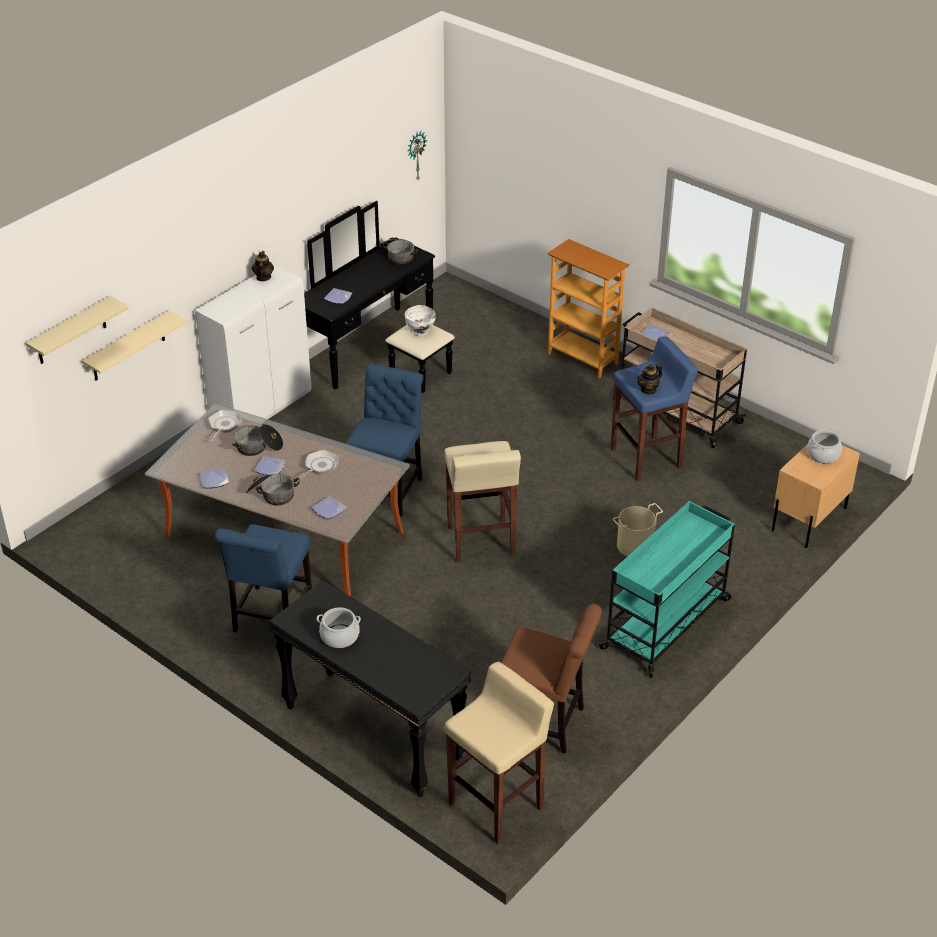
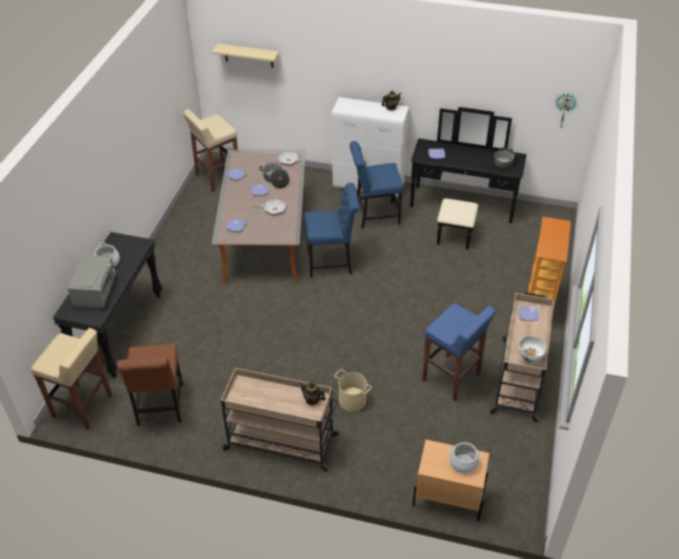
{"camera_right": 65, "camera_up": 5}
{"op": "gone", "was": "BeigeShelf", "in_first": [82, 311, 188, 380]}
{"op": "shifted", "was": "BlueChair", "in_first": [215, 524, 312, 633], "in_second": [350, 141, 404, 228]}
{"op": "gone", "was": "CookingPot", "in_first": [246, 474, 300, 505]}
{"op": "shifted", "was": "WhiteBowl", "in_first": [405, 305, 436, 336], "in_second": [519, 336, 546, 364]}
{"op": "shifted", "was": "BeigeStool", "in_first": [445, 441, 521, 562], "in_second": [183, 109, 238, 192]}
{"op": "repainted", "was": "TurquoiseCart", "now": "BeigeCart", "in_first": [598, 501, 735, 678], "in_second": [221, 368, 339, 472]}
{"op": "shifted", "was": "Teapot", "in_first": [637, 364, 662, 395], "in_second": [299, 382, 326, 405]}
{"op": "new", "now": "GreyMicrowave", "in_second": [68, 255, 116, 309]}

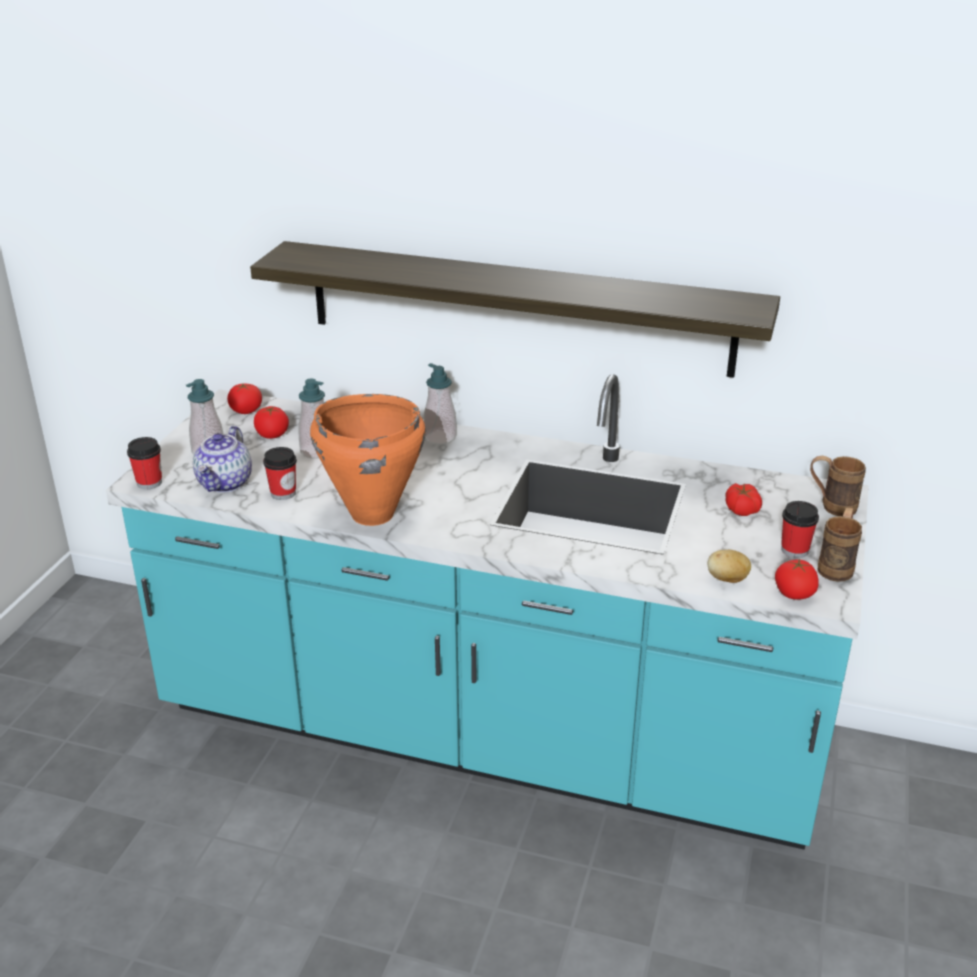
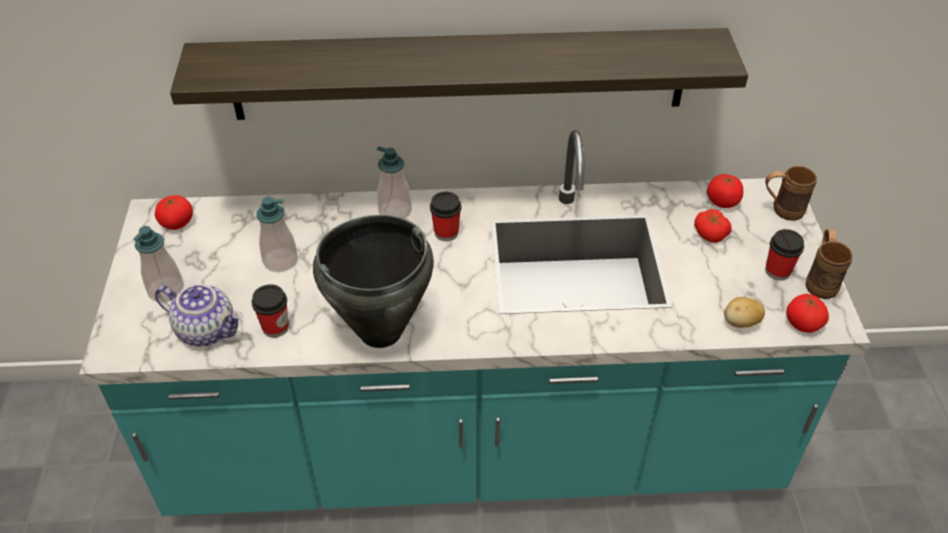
{"camera_right": -20, "camera_up": 15}
{"op": "shifted", "was": "Cup", "in_first": [127, 437, 162, 489], "in_second": [430, 191, 462, 241]}
{"op": "rotated", "was": "Teapot", "in_first": [193, 426, 252, 493], "in_second": [155, 284, 243, 347], "clockwise": -60}
{"op": "shifted", "was": "Tomato", "in_first": [254, 406, 289, 439], "in_second": [707, 174, 743, 208]}
{"op": "repainted", "was": "OrangeCookingPot", "now": "BlackCookingPot", "in_first": [310, 394, 426, 526], "in_second": [313, 215, 434, 348]}

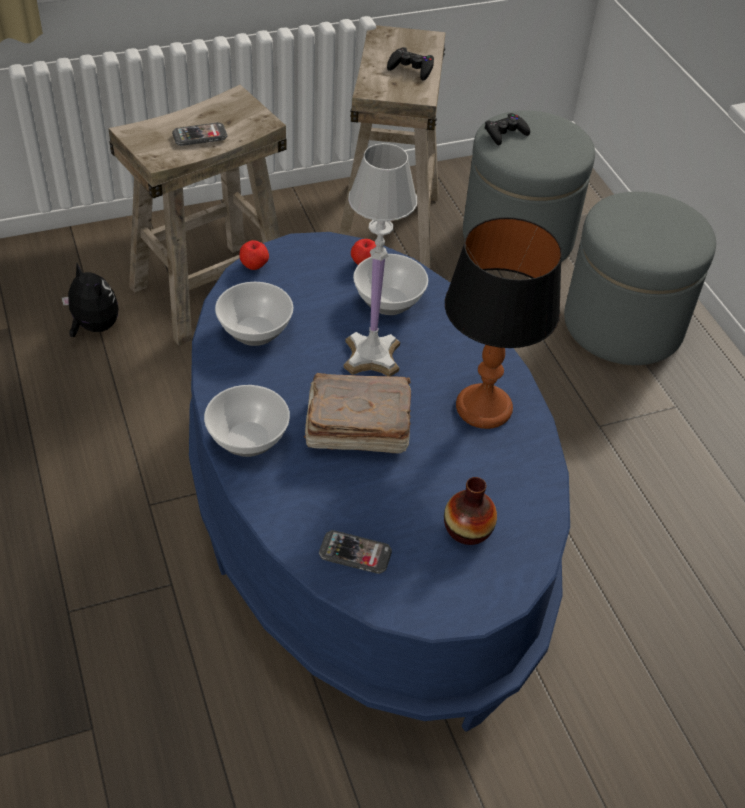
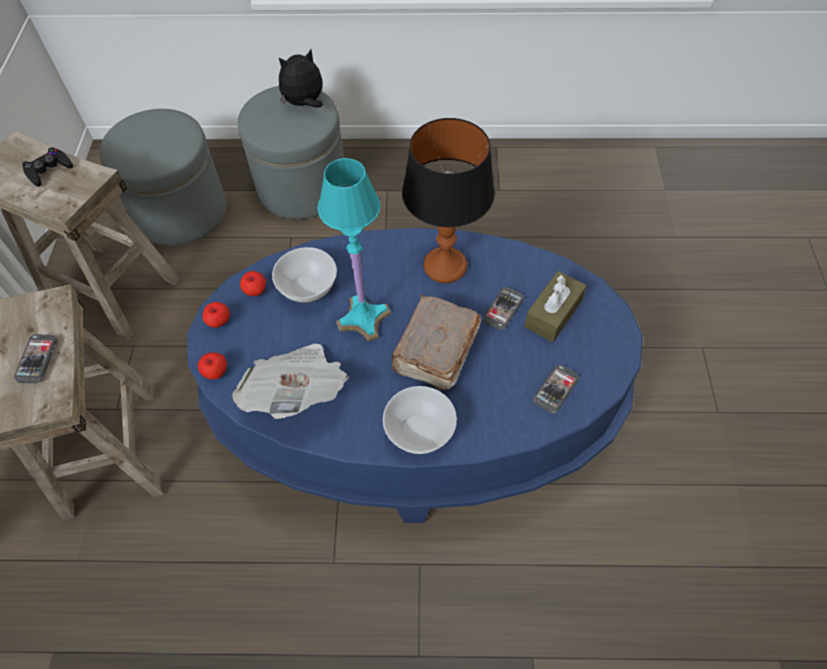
{"camera_right": -65, "camera_up": 10}
{"op": "shifted", "was": "PlushToy", "in_first": [61, 263, 118, 337], "in_second": [279, 49, 323, 108]}
{"op": "swapped", "was": "Bowl", "now": "Newspaper", "in_first": [215, 282, 294, 346], "in_second": [232, 344, 349, 419]}
{"op": "repainted", "was": "WhiteTableLamp", "now": "TurquoiseTableLamp", "in_first": [344, 143, 417, 376], "in_second": [318, 158, 391, 342]}
{"op": "swapped", "was": "Vase", "now": "BrownTissueBox", "in_first": [444, 477, 497, 545], "in_second": [524, 271, 587, 342]}
{"op": "gone", "was": "BlackGameController", "in_first": [485, 113, 530, 145]}
{"op": "new", "now": "Apple", "in_second": [203, 302, 230, 328]}
{"op": "new", "now": "Phone", "in_second": [482, 287, 524, 330]}

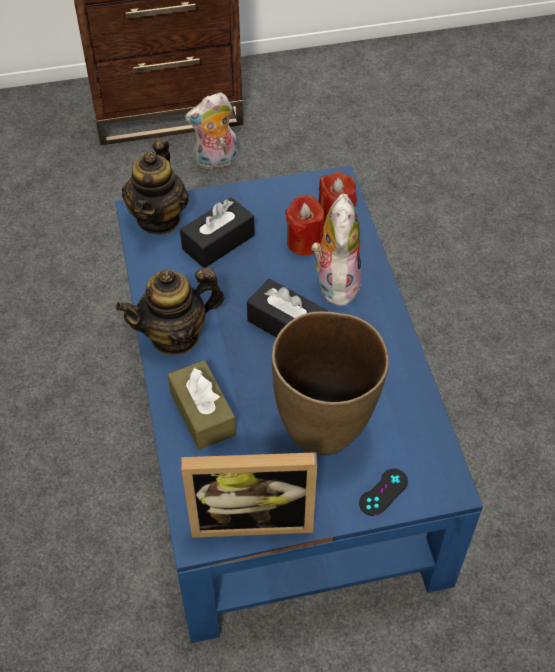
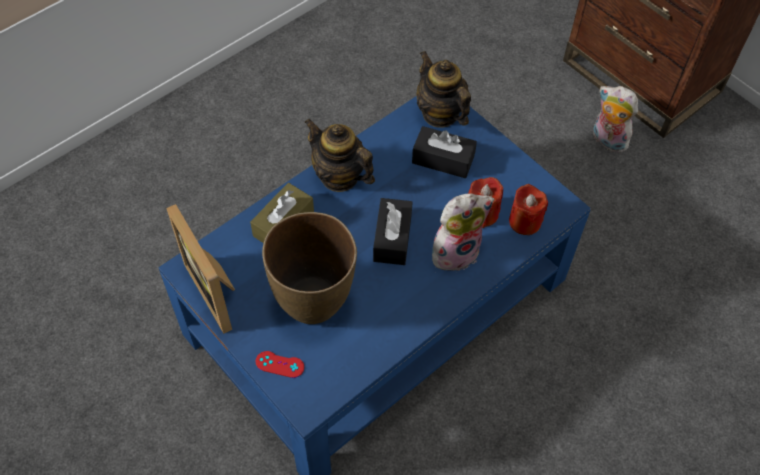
{"camera_right": 60, "camera_up": 5}
{"op": "rotated", "was": "Teapot", "in_first": [122, 138, 189, 235], "in_second": [416, 51, 471, 128], "clockwise": 75}
{"op": "repainted", "was": "BlackGameController", "now": "RedGameController", "in_first": [359, 469, 408, 516], "in_second": [256, 351, 304, 378]}

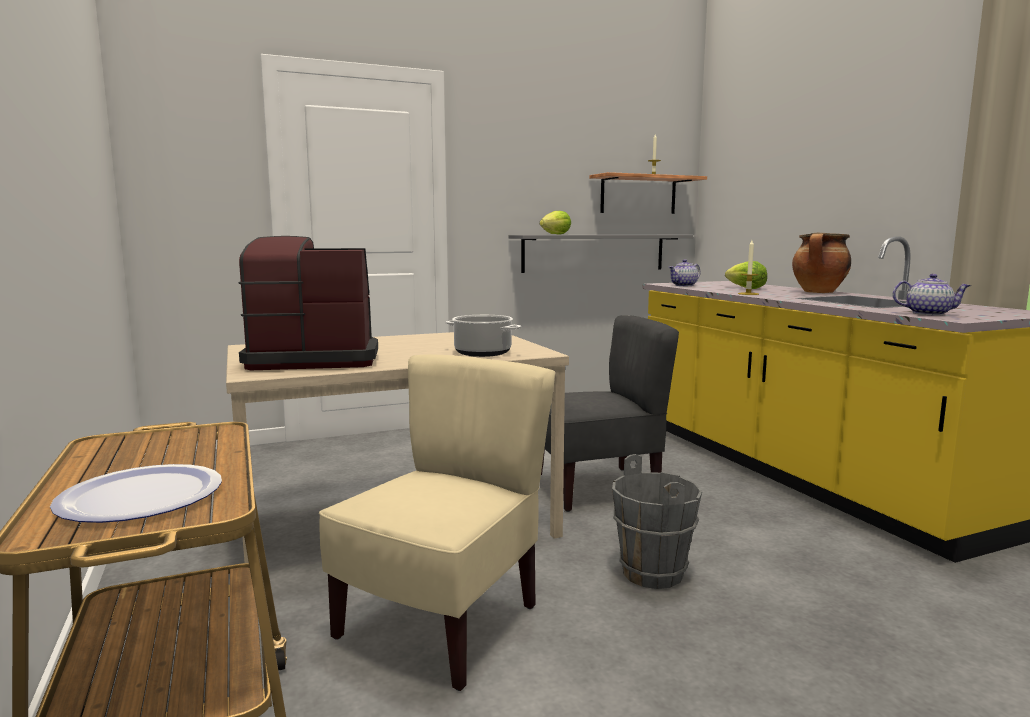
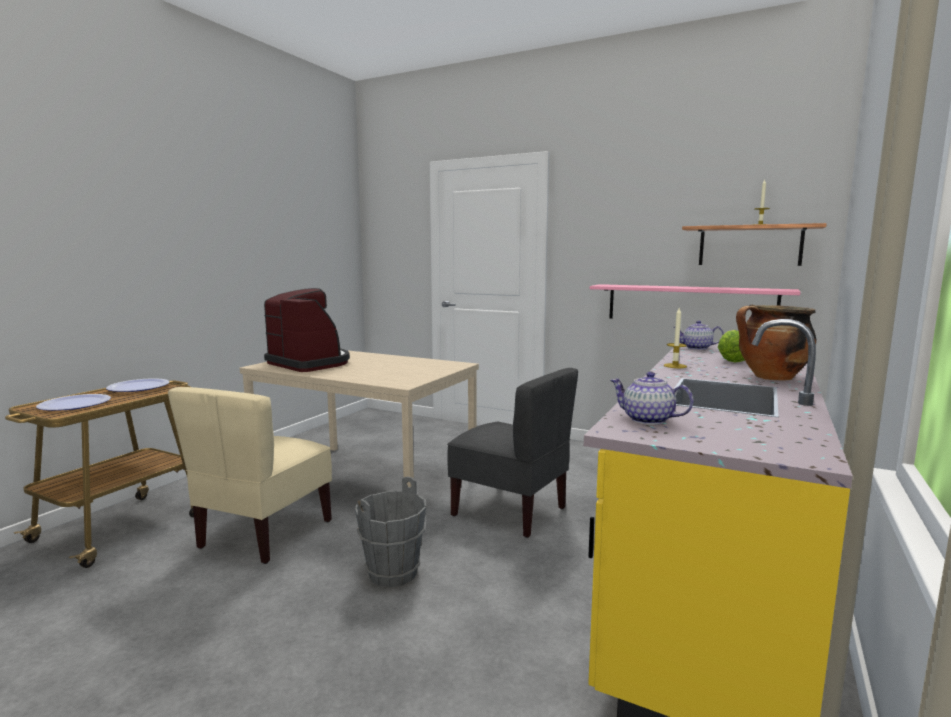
{"camera_right": 50, "camera_up": 0}
{"op": "rotated", "was": "BeigeChair", "in_first": [319, 355, 555, 691], "in_second": [168, 387, 332, 564], "clockwise": 120}
{"op": "gone", "was": "CookingPot", "in_first": [446, 315, 522, 357]}
{"op": "repainted", "was": "GreyShelf", "now": "PinkShelf", "in_first": [508, 235, 693, 273], "in_second": [590, 284, 801, 319]}
{"op": "gone", "was": "Lettuce", "in_first": [540, 211, 571, 235]}
{"op": "rotated", "was": "Teapot", "in_first": [893, 274, 971, 316], "in_second": [610, 372, 694, 425], "clockwise": 150}
{"op": "new", "now": "Plate", "in_second": [106, 378, 169, 392]}

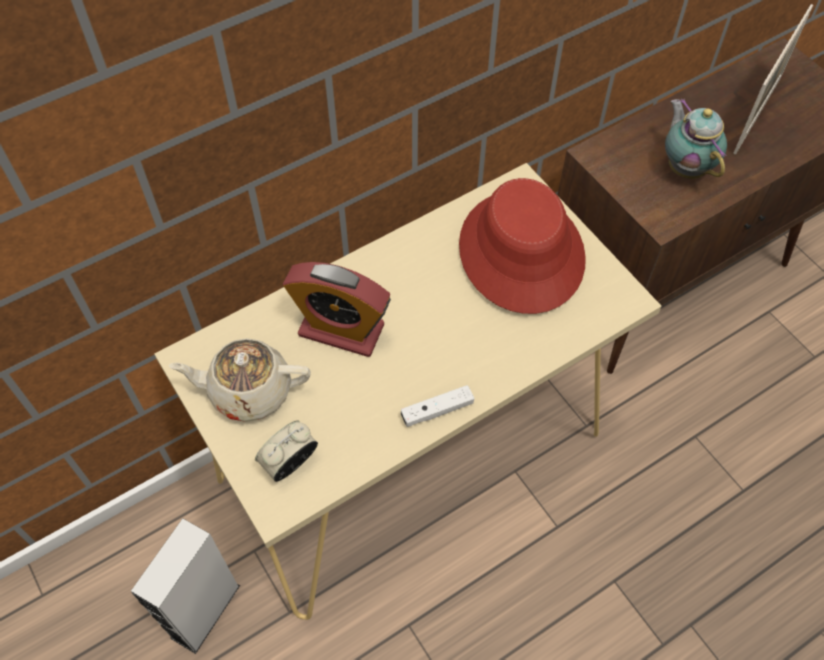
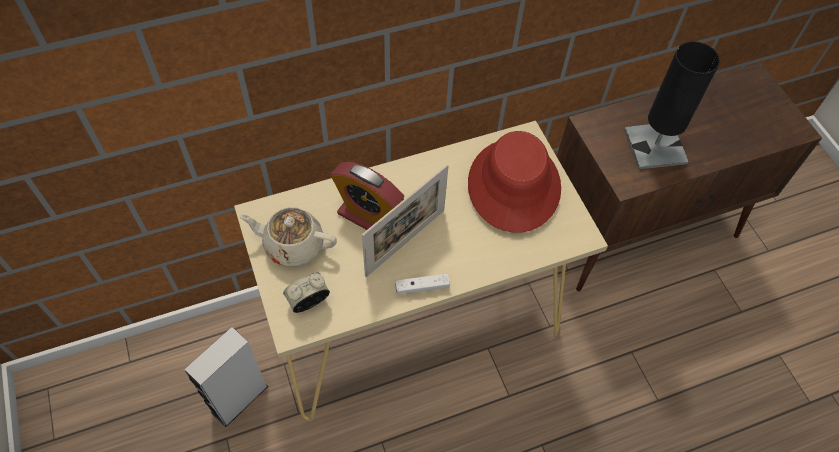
{"camera_right": 10, "camera_up": 0}
{"op": "swapped", "was": "Teapot", "now": "BlackTableLamp", "in_first": [665, 99, 727, 179], "in_second": [624, 41, 720, 169]}
{"op": "shifted", "was": "PictureFrame", "in_first": [734, 4, 813, 154], "in_second": [362, 164, 449, 277]}

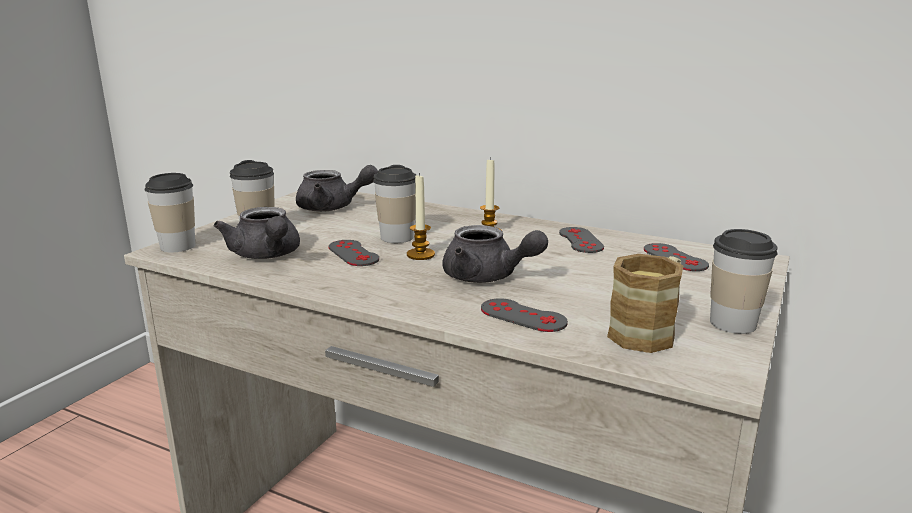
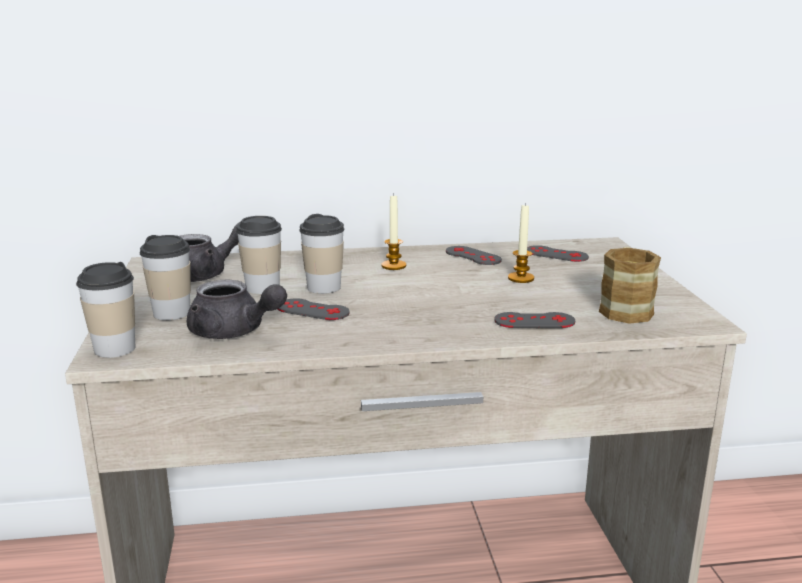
{"camera_right": -35, "camera_up": 0}
{"op": "shifted", "was": "Candle", "in_first": [407, 173, 435, 260], "in_second": [508, 203, 534, 283]}
{"op": "gone", "was": "GreyTeapot", "in_first": [442, 225, 548, 283]}
{"op": "shifted", "was": "Cup", "in_first": [710, 229, 778, 334], "in_second": [236, 216, 282, 294]}

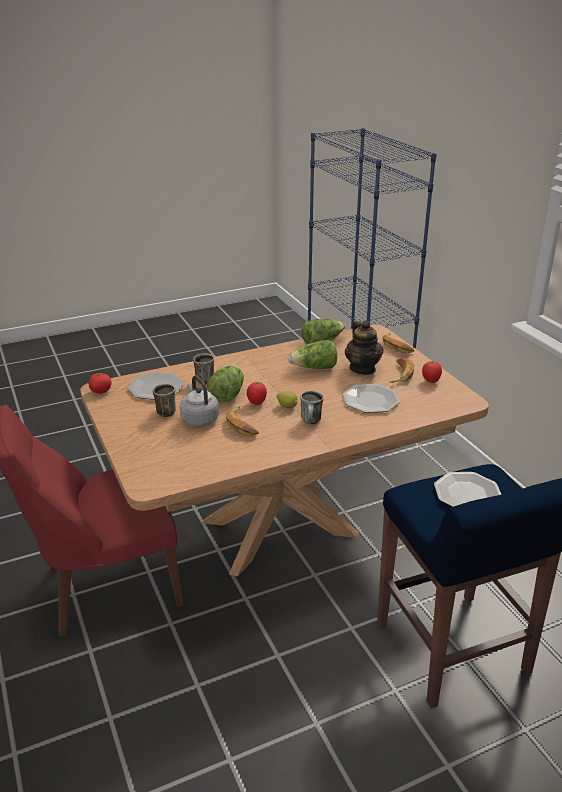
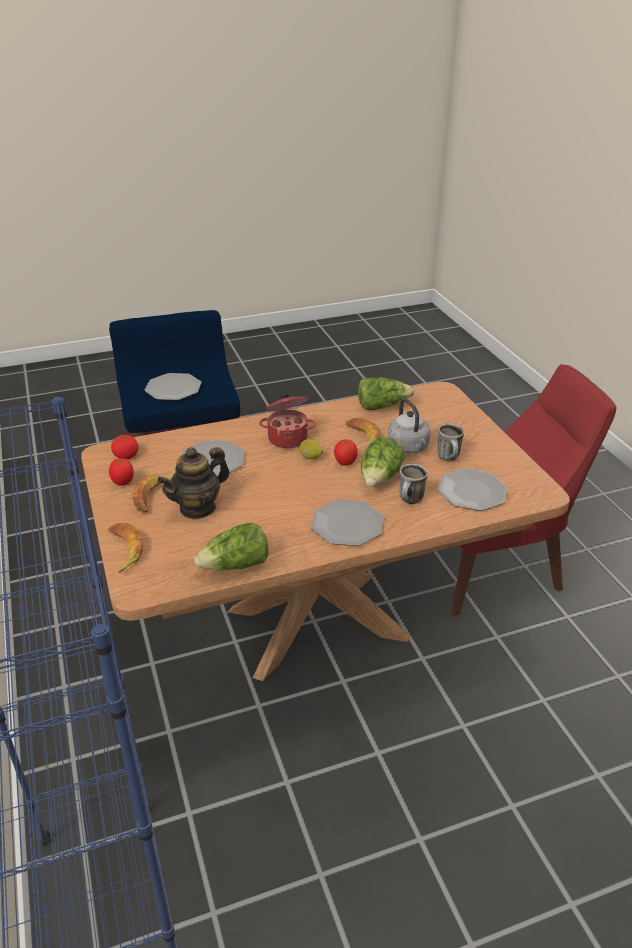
{"camera_right": -175, "camera_up": 5}
{"op": "shifted", "was": "Tomato", "in_first": [89, 373, 112, 394], "in_second": [111, 435, 139, 459]}
{"op": "shifted", "was": "Lettuce", "in_first": [288, 340, 337, 369], "in_second": [358, 377, 414, 410]}
{"op": "swapped", "was": "Mug", "now": "CookingPot", "in_first": [300, 391, 324, 424], "in_second": [259, 392, 316, 448]}
{"op": "rotated", "was": "Teapot", "in_first": [345, 321, 383, 375], "in_second": [157, 447, 230, 520], "clockwise": -120}
{"op": "new", "now": "Plate", "in_second": [311, 499, 383, 546]}

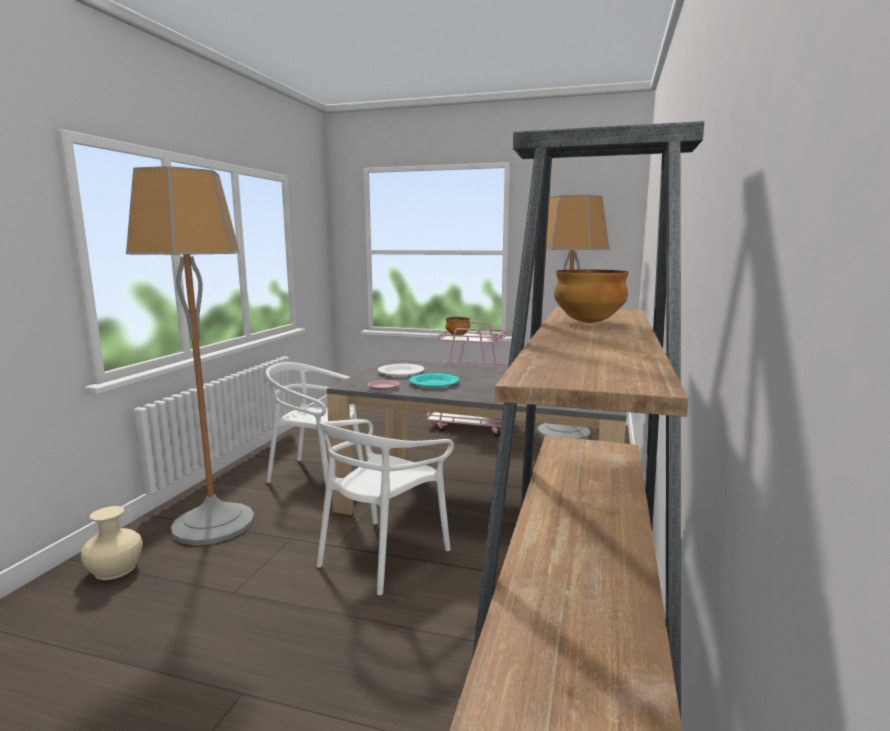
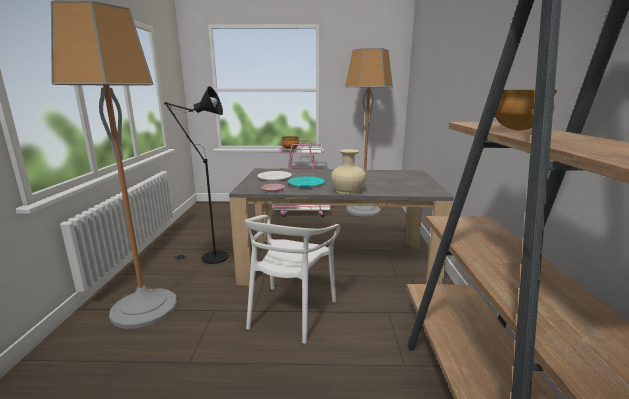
{"camera_right": -15, "camera_up": 5}
{"op": "shifted", "was": "BeigeVase", "in_first": [81, 506, 143, 580], "in_second": [331, 149, 366, 195]}
{"op": "swapped", "was": "WhiteChair", "now": "BlackFloorLamp", "in_first": [266, 362, 364, 487], "in_second": [164, 86, 228, 264]}

